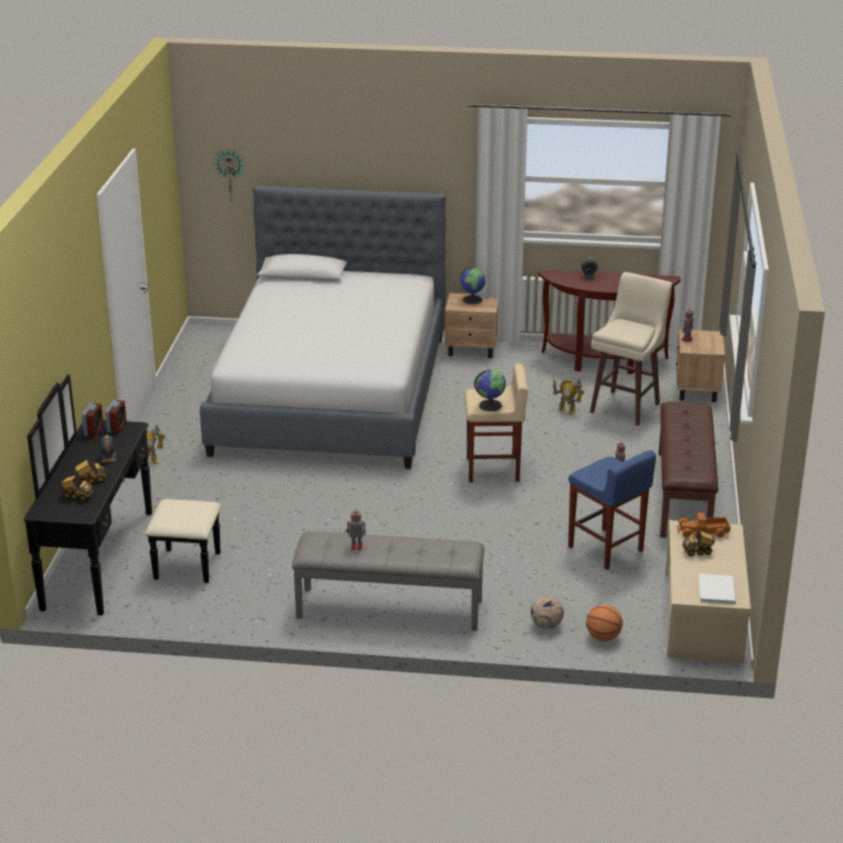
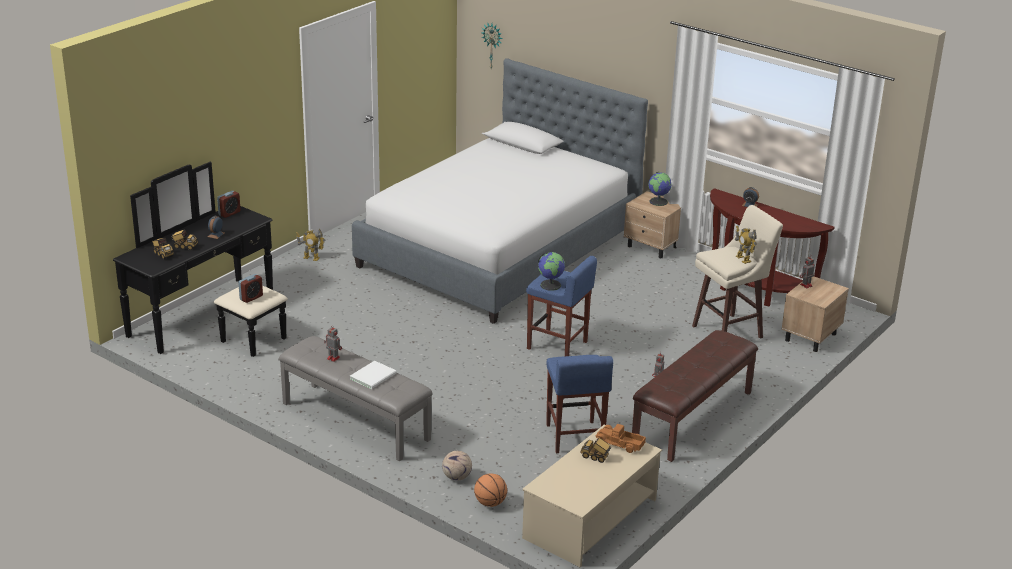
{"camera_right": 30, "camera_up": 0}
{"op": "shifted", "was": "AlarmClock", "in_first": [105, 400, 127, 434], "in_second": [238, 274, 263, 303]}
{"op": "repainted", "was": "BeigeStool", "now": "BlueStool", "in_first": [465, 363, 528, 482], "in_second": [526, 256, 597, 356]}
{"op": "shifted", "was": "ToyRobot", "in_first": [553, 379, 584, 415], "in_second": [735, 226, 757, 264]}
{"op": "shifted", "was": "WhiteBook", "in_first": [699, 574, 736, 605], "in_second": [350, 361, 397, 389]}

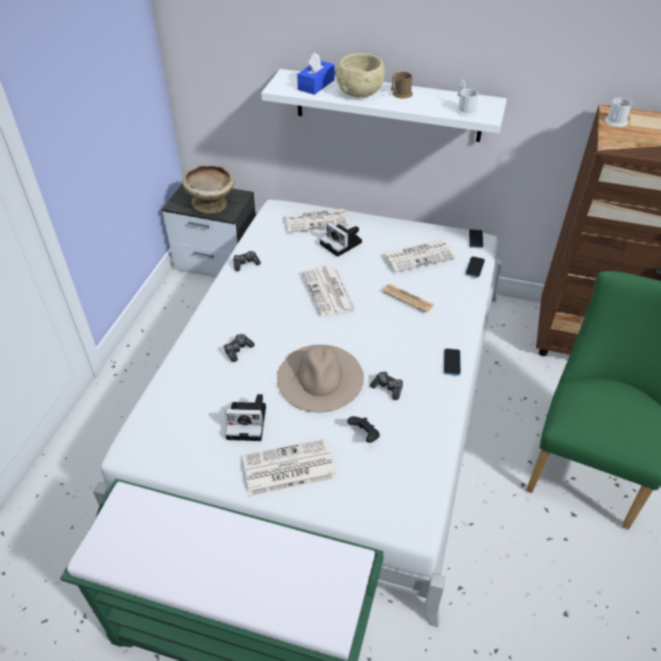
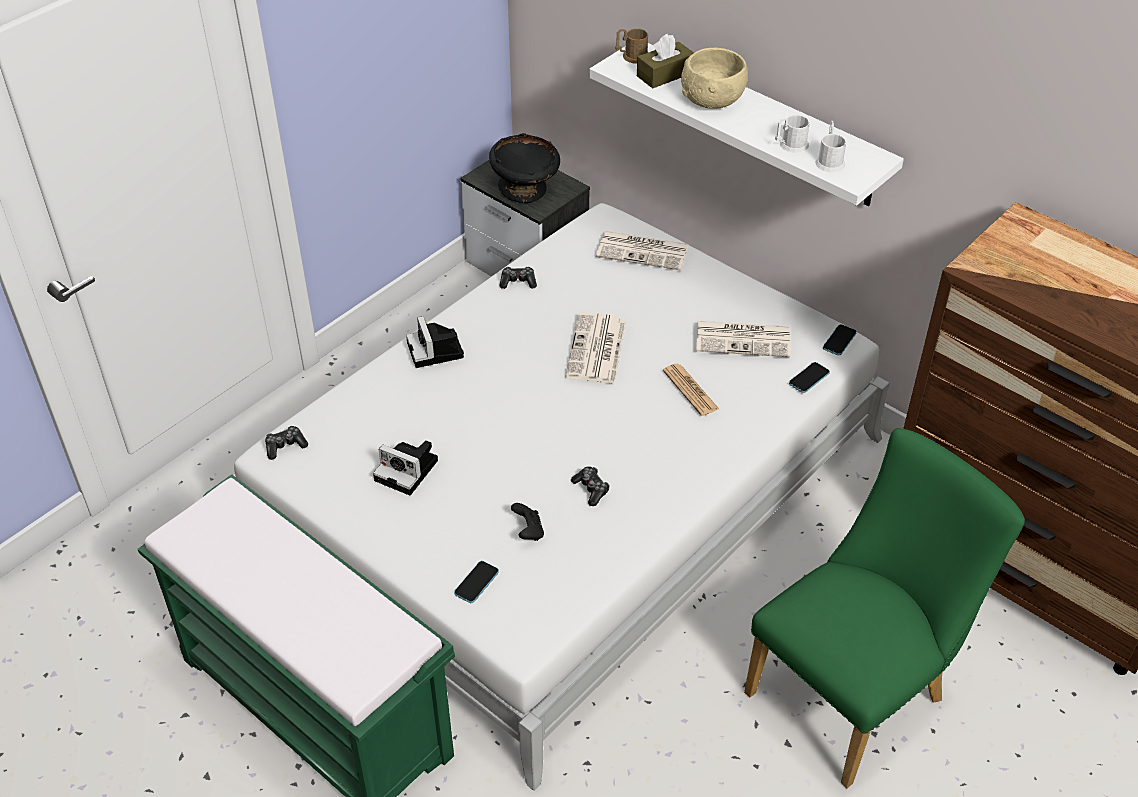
{"camera_right": 25, "camera_up": 0}
{"op": "repainted", "was": "BeigeBowl", "now": "BlackBowl", "in_first": [182, 165, 234, 214], "in_second": [489, 133, 560, 203]}
{"op": "shifted", "was": "GameController", "in_first": [224, 334, 255, 362], "in_second": [265, 426, 308, 460]}
{"op": "gone", "was": "Newspaper", "in_first": [243, 439, 336, 496]}
{"op": "gone", "was": "BeigeHat", "in_first": [277, 345, 364, 412]}
{"op": "repainted", "was": "BlueTissueBox", "now": "BrownTissueBox", "in_first": [297, 52, 335, 95], "in_second": [637, 34, 694, 88]}
{"op": "shifted", "was": "PhotoCamera", "in_first": [320, 222, 362, 257], "in_second": [406, 316, 464, 368]}
{"op": "shifted", "was": "BrownMug", "in_first": [391, 72, 413, 99], "in_second": [615, 28, 648, 64]}
{"op": "shifted", "was": "Phone", "in_first": [444, 348, 461, 376], "in_second": [454, 561, 499, 603]}
{"op": "shifted", "was": "WhiteMug", "in_first": [605, 98, 632, 127], "in_second": [775, 115, 810, 153]}

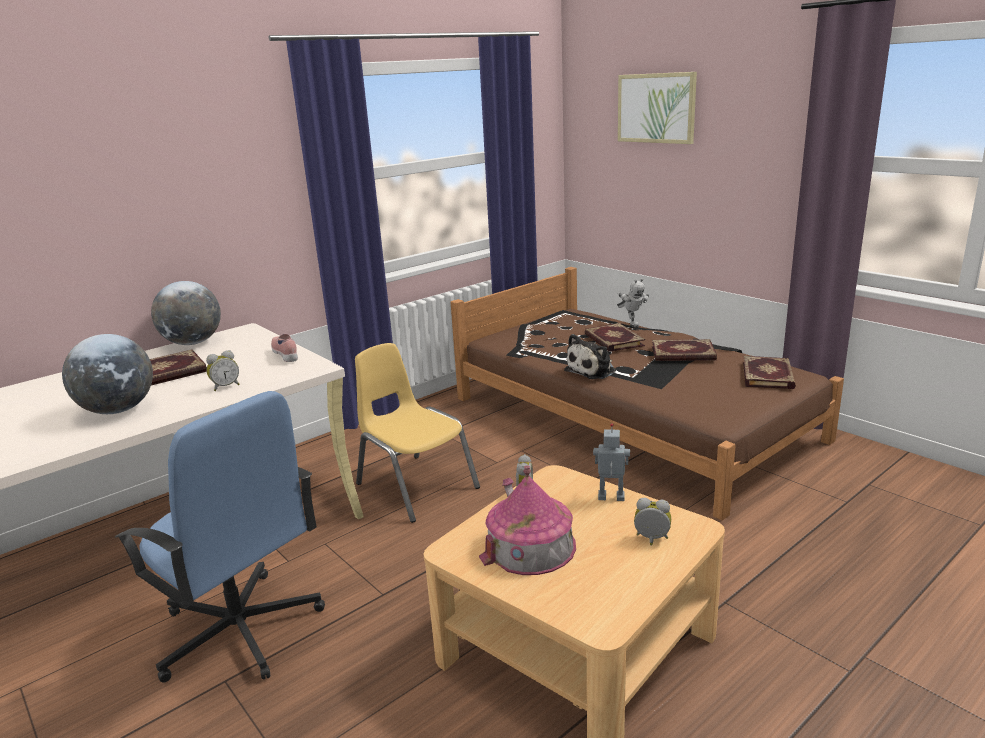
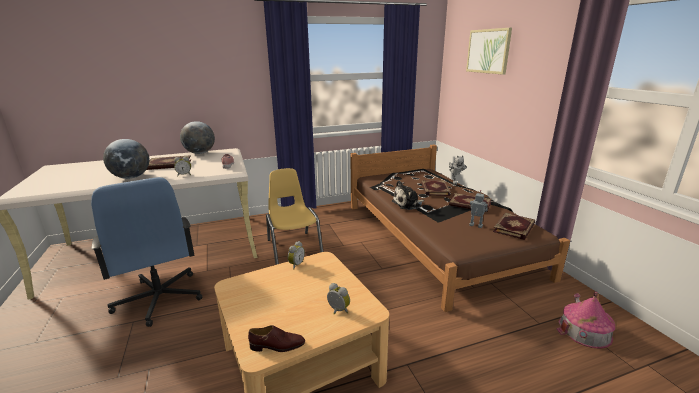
{"camera_right": 20, "camera_up": 0}
{"op": "shifted", "was": "ToyHouse", "in_first": [479, 465, 576, 575], "in_second": [557, 291, 615, 349]}
{"op": "shifted", "was": "ToyRobot", "in_first": [593, 423, 630, 501], "in_second": [469, 190, 488, 228]}
{"op": "new", "now": "BrownShoe", "in_second": [248, 325, 305, 352]}

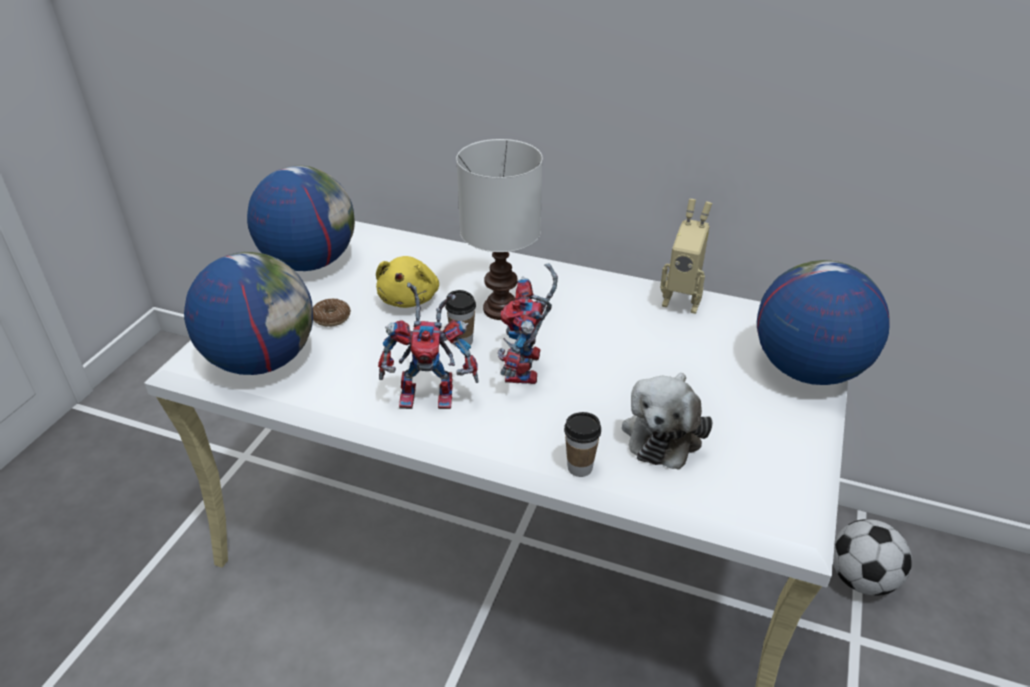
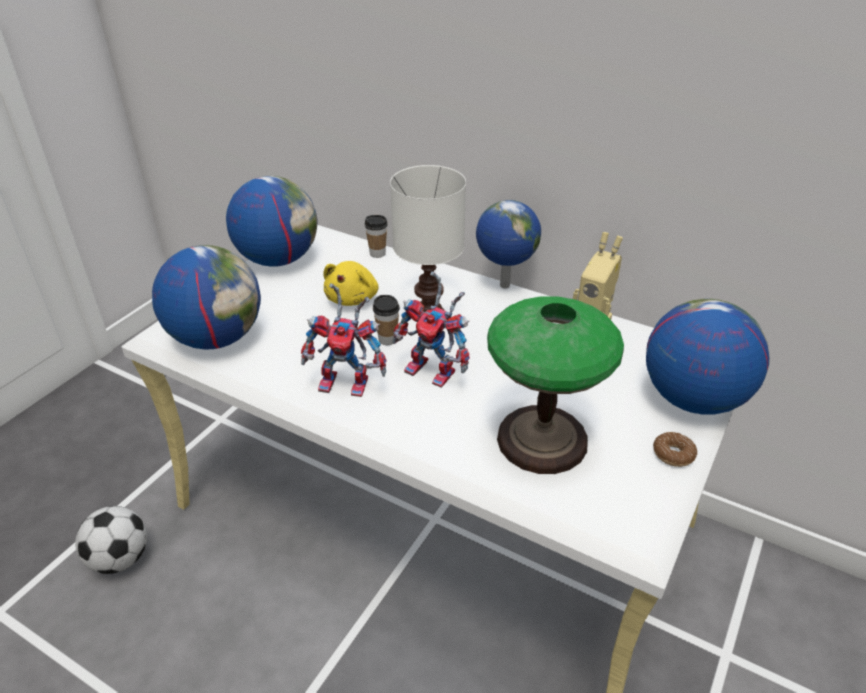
{"camera_right": 10, "camera_up": 0}
{"op": "shifted", "was": "Donut", "in_first": [313, 299, 351, 327], "in_second": [653, 432, 697, 467]}
{"op": "rotated", "was": "ToyRobot", "in_first": [498, 263, 558, 384], "in_second": [393, 271, 470, 387], "clockwise": -75}
{"op": "shifted", "was": "Cup", "in_first": [564, 412, 601, 477], "in_second": [365, 215, 387, 258]}
{"op": "swapped", "was": "PlushToy", "now": "TableLamp", "in_first": [622, 373, 713, 470], "in_second": [487, 296, 624, 474]}
{"op": "shifted", "was": "Football", "in_first": [833, 519, 912, 596], "in_second": [75, 506, 147, 574]}
{"op": "new", "now": "Globe", "in_second": [476, 200, 541, 289]}

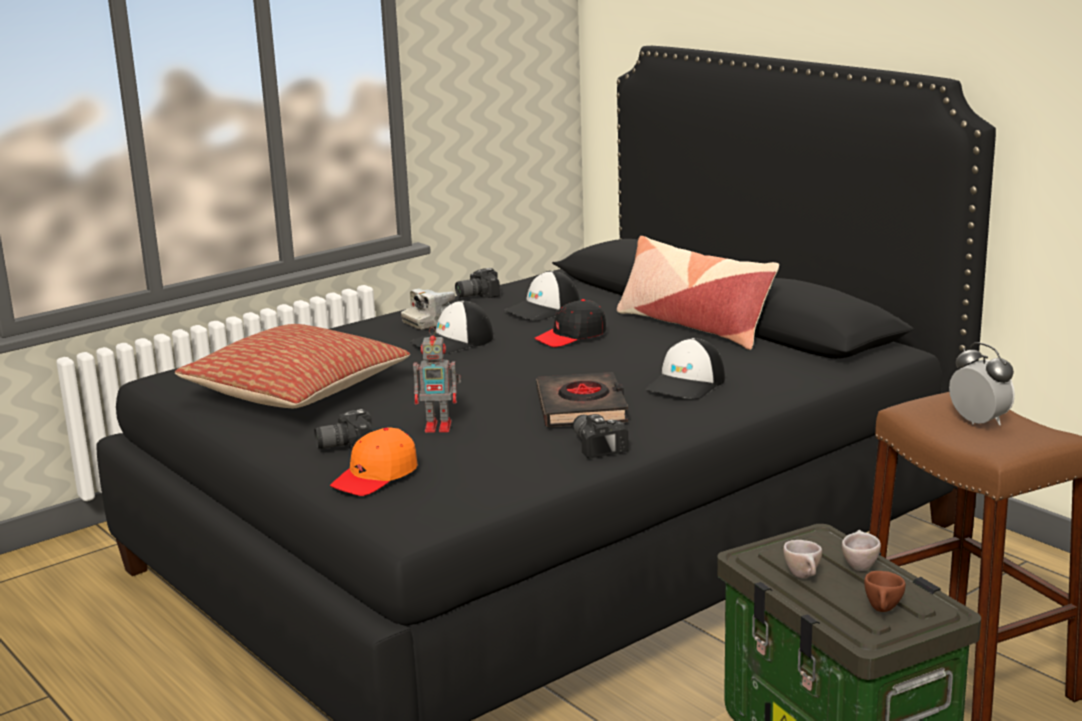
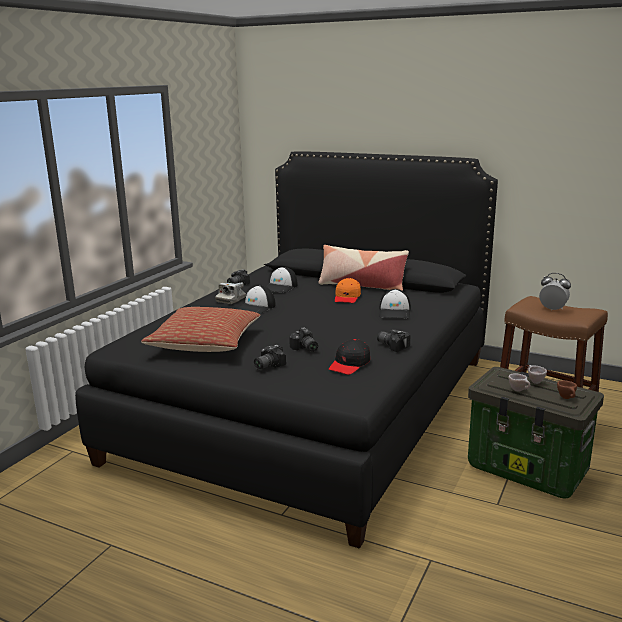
{"camera_right": -25, "camera_up": 0}
{"op": "shifted", "was": "OrangeCap", "in_first": [330, 428, 418, 496], "in_second": [335, 278, 361, 303]}
{"op": "swapped", "was": "ToyRobot", "now": "PhotoCamera", "in_first": [413, 327, 461, 433], "in_second": [289, 327, 318, 352]}
{"op": "shifted", "was": "BlackCap", "in_first": [534, 299, 606, 347], "in_second": [329, 339, 370, 375]}
{"op": "gone", "was": "BlackBook", "in_first": [536, 372, 628, 427]}

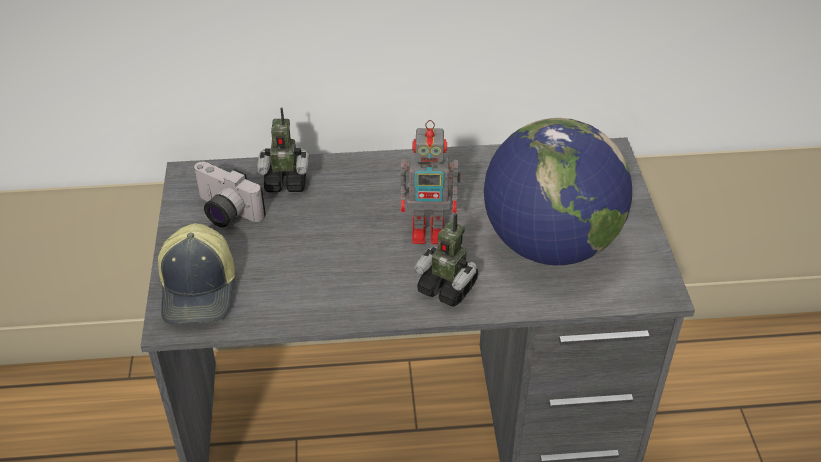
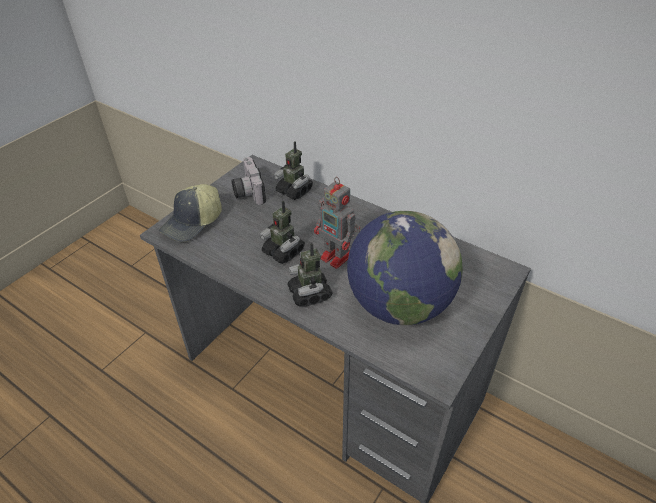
{"camera_right": 40, "camera_up": 0}
{"op": "new", "now": "ToyRobot", "in_second": [260, 200, 305, 264]}

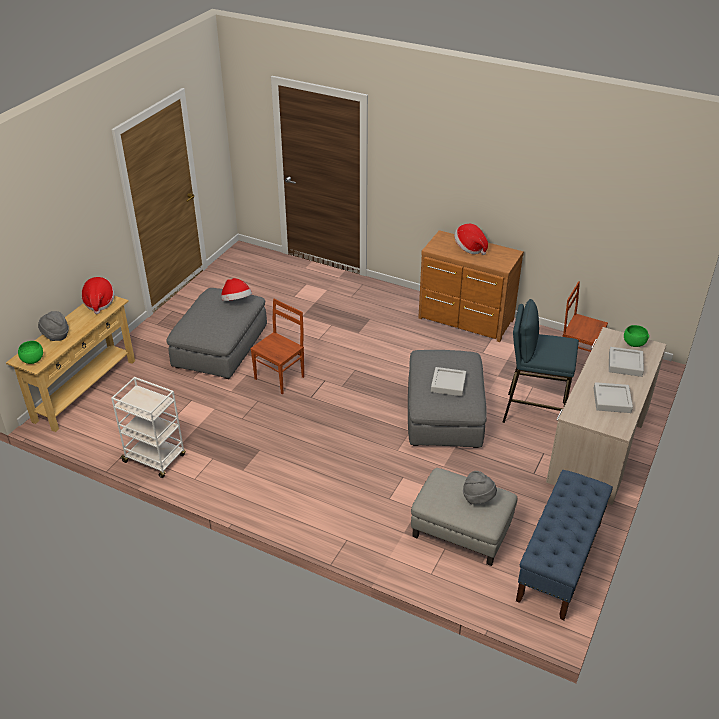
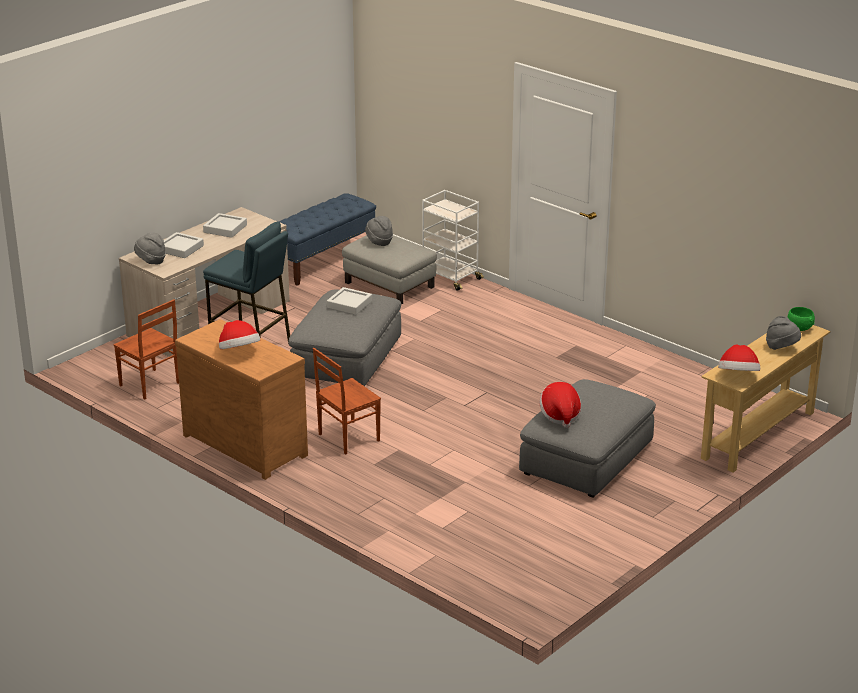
{"camera_right": -165, "camera_up": -10}
{"op": "shifted", "was": "WhiteCart", "in_first": [111, 377, 186, 478], "in_second": [422, 190, 484, 291]}
{"op": "shifted", "was": "BrownChair", "in_first": [250, 299, 304, 394], "in_second": [313, 348, 381, 455]}
{"op": "swapped", "was": "GreenBowl", "now": "GreyHat", "in_first": [624, 325, 649, 347], "in_second": [134, 233, 166, 264]}

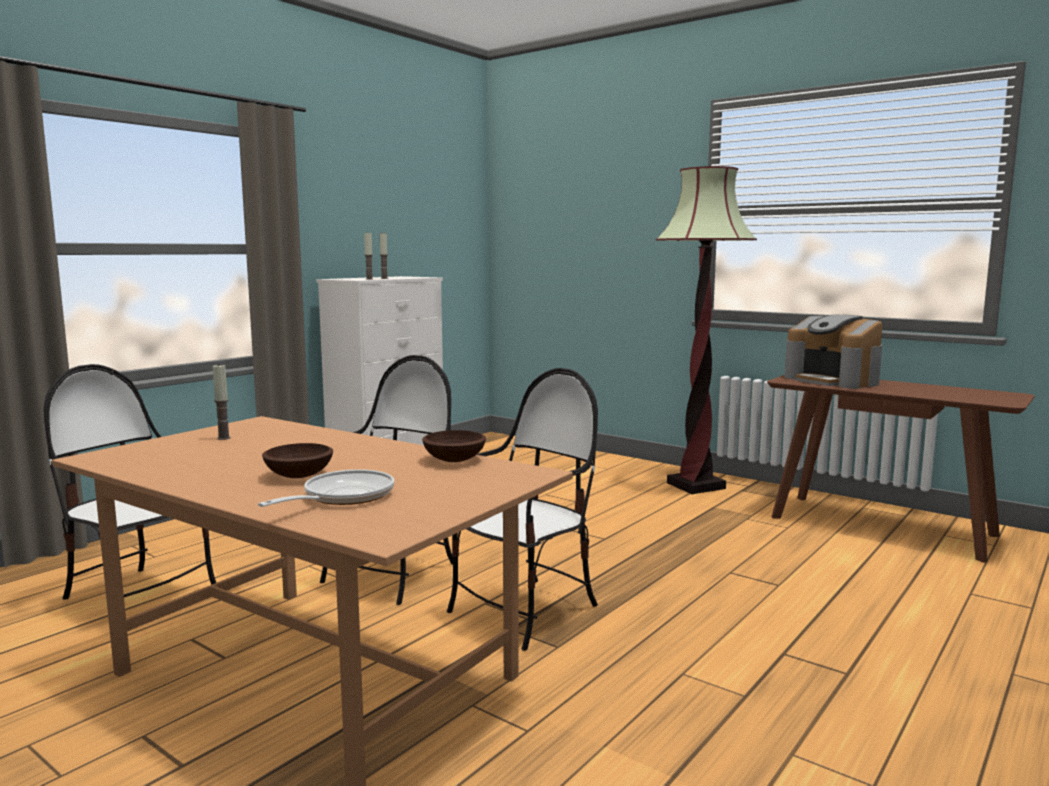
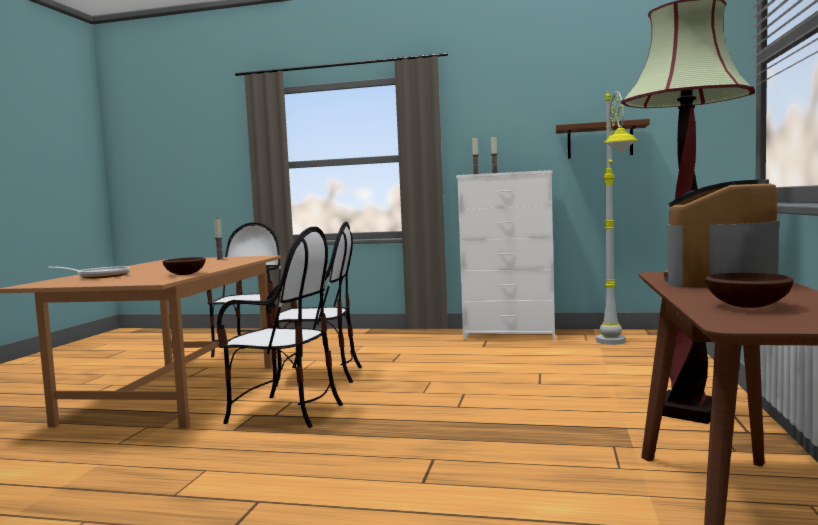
{"camera_right": 65, "camera_up": -5}
{"op": "shifted", "was": "BrownBowl", "in_first": [262, 443, 333, 478], "in_second": [705, 273, 794, 308]}
{"op": "new", "now": "BrownShelf", "in_second": [556, 119, 650, 159]}
{"op": "new", "now": "GreyFloorLamp", "in_second": [596, 88, 638, 345]}

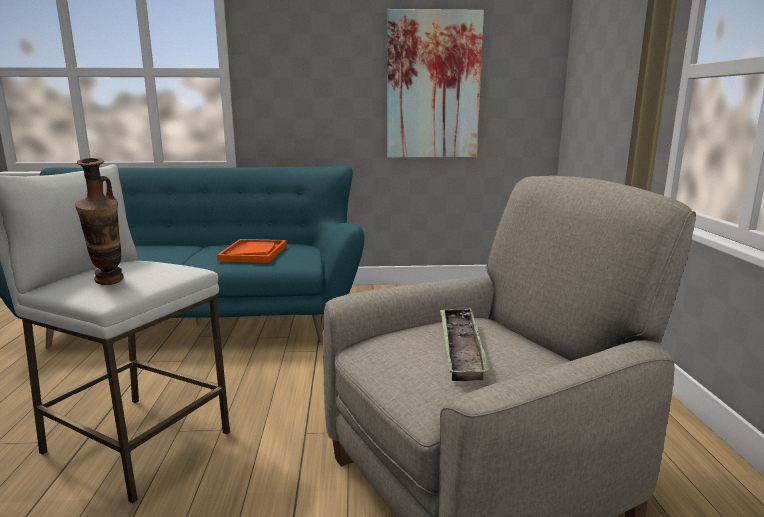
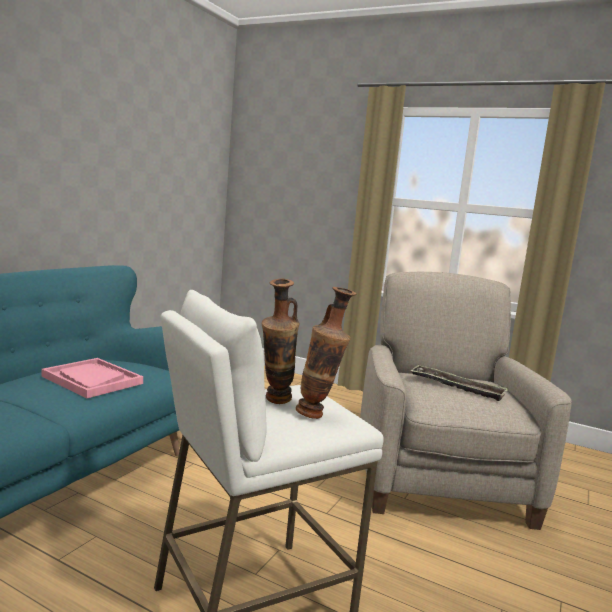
{"camera_right": -60, "camera_up": -5}
{"op": "repainted", "was": "OrangeTray", "now": "PinkTray", "in_first": [217, 239, 287, 263], "in_second": [41, 358, 143, 398]}
{"op": "gone", "was": "Picture", "in_first": [387, 9, 484, 158]}
{"op": "new", "now": "Vase", "in_second": [262, 278, 300, 404]}

